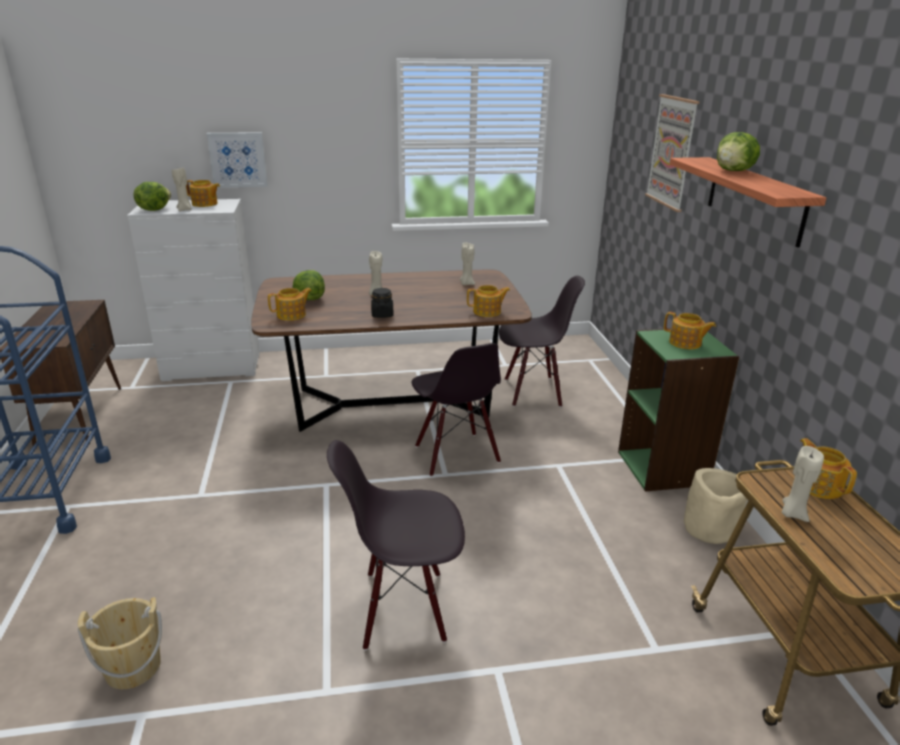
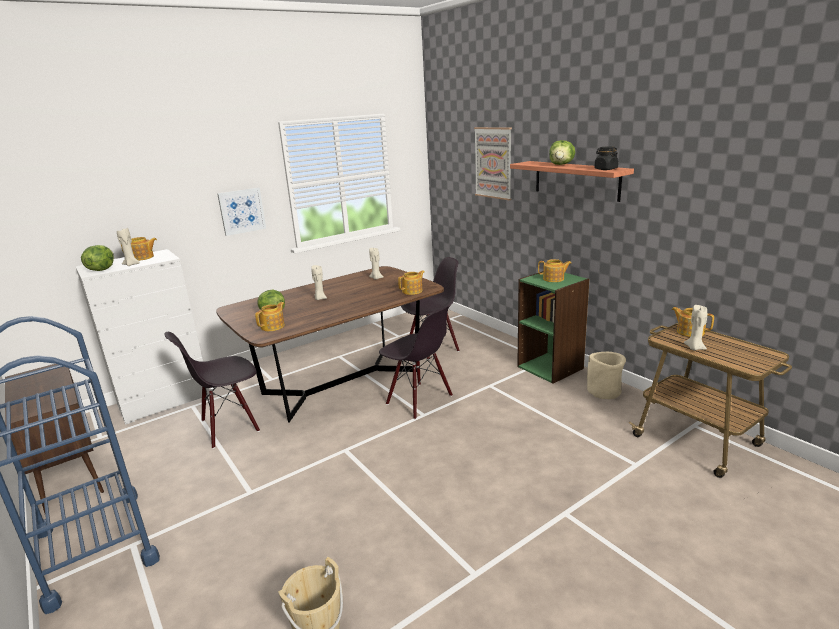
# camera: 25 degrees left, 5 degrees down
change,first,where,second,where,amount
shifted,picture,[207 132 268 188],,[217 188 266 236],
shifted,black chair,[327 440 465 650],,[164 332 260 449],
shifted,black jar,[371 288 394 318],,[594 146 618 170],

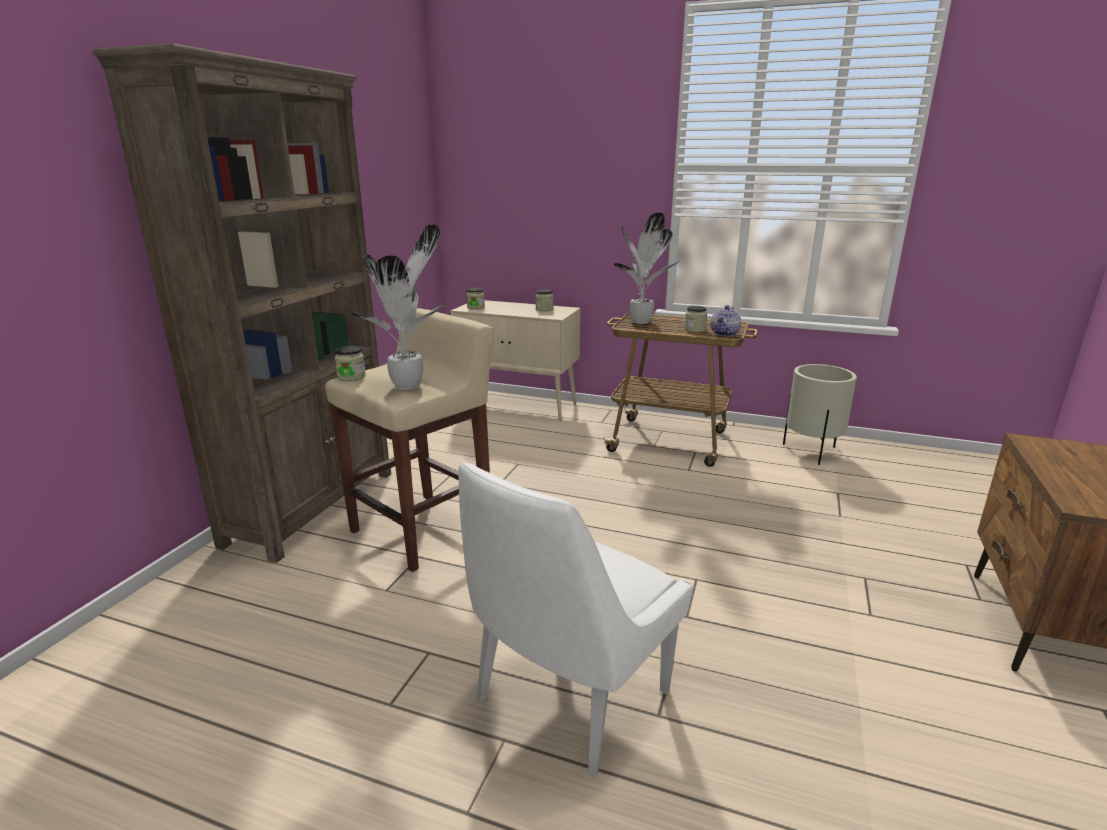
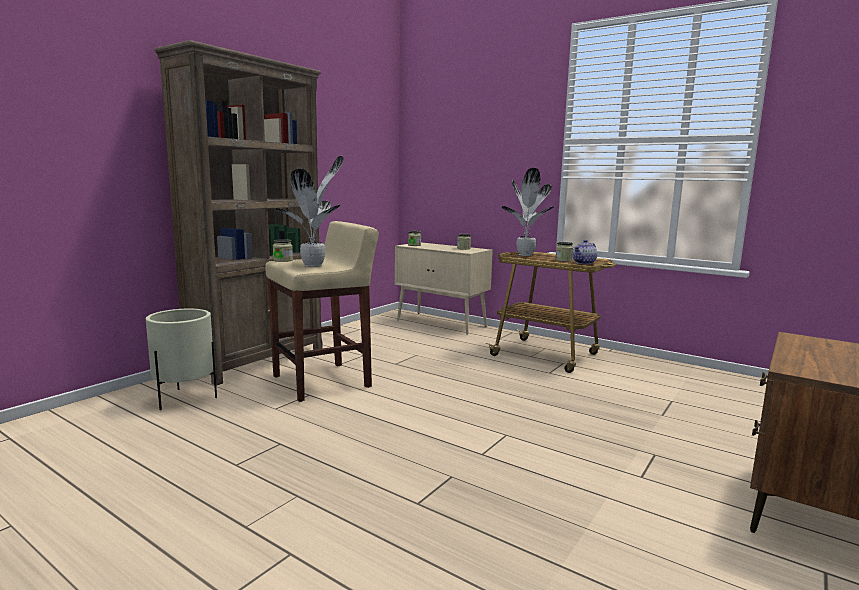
# camera: 15 degrees right, 10 degrees down
change,first,where,second,where,amount
gone,white chair,[458 461 693 778],,,
shifted,beige planter,[783 364 857 465],,[146 309 217 410],

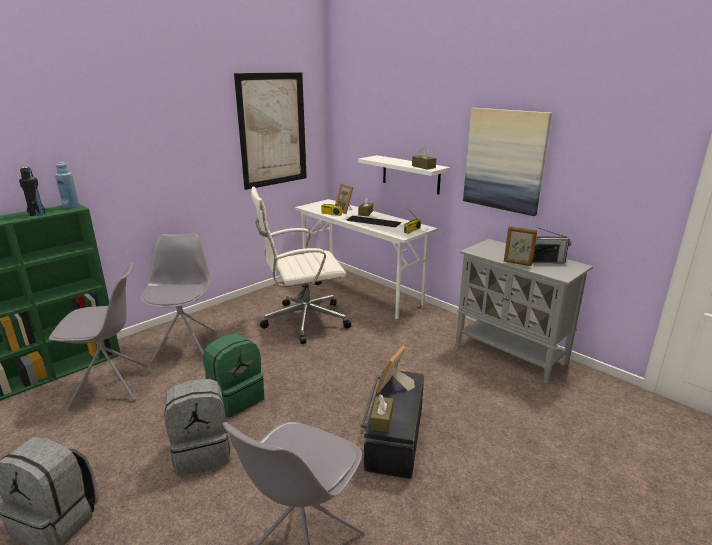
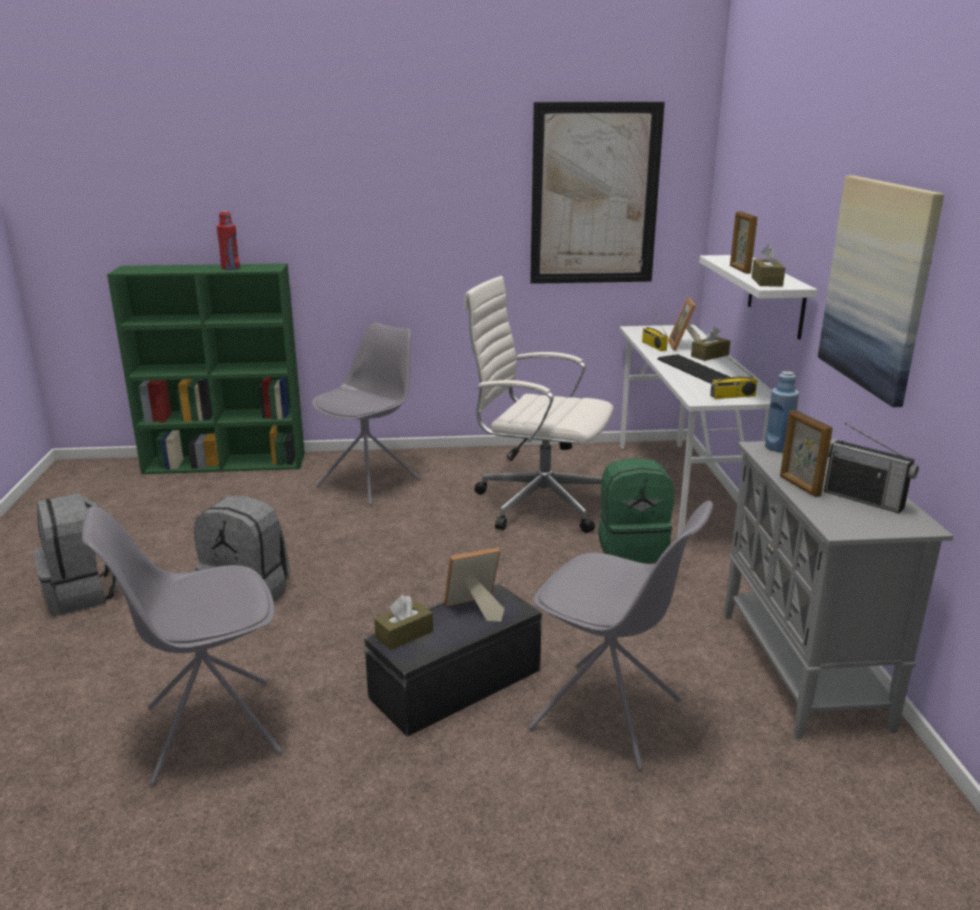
# camera: 40 degrees right, 0 degrees up
change,first,where,second,where,amount
repainted,black bottle,[19 167 45 216],red bottle,[217 211 240 270],
shifted,grey chair,[49 263 148 408],,[528 501 713 770],
shifted,blue bottle,[55 162 79 209],,[765 371 799 452],
shifted,green backpack,[203 333 264 417],,[598 458 674 563],
new,,,picture frame,[730 211 757 274],

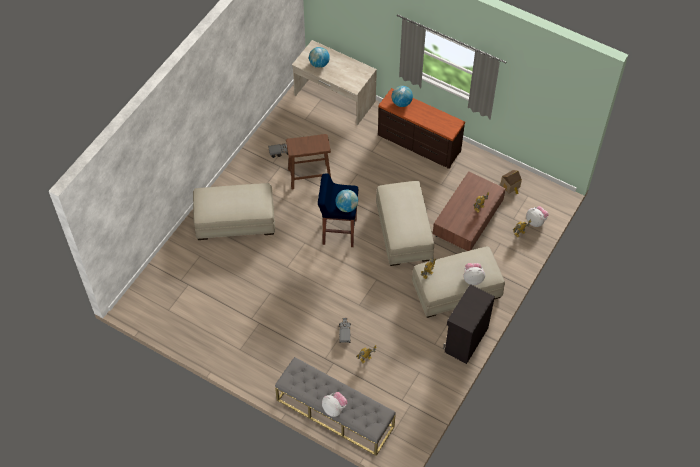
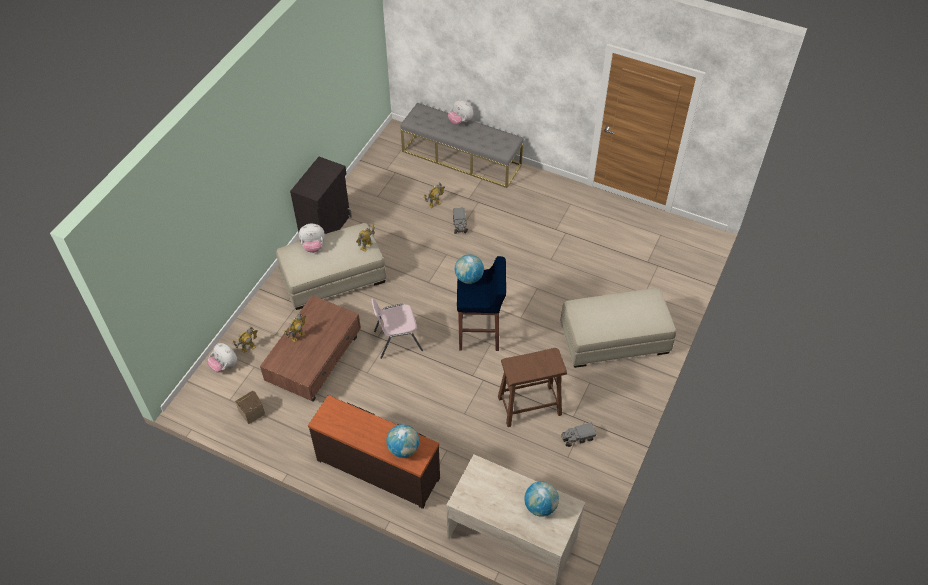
# camera: 175 degrees right, 5 degrees down
change,first,where,second,where,amount
swapped,beige ottoman,[376 181 434 266],pink chair,[371 299 423 359],

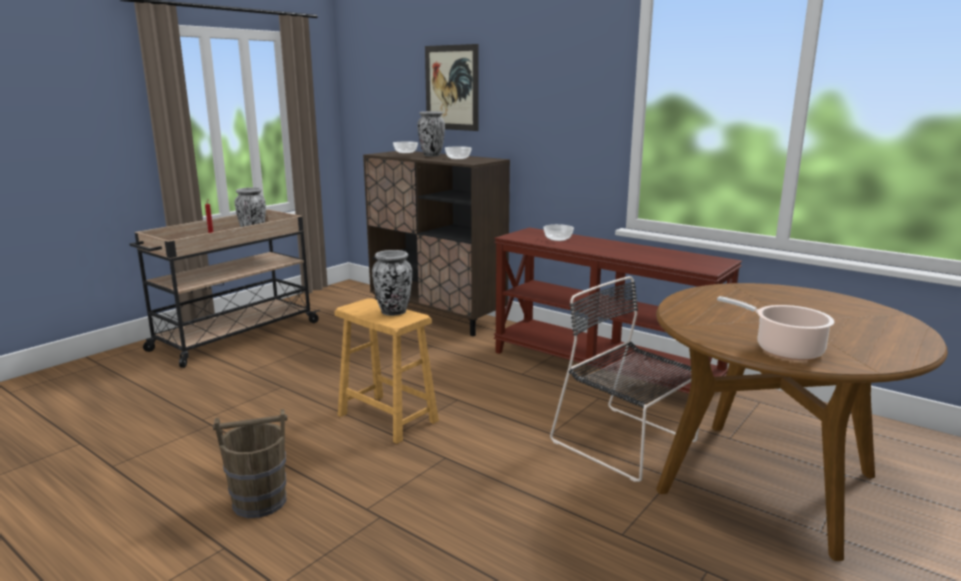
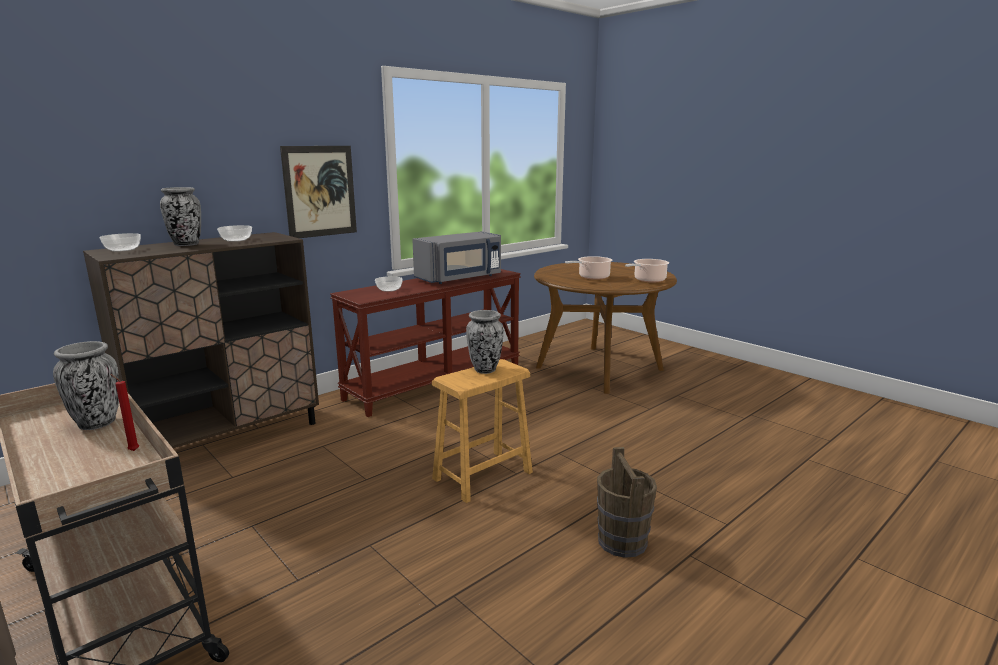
# camera: 80 degrees left, 0 degrees up
change,first,where,second,where,amount
shifted,picture,[425 44 479 131],,[280 146 357 238],
gone,black chair,[550 276 699 482],,,
new,,,grey microwave,[412 231 501 284],
new,,,cooking pot,[565 256 612 280],

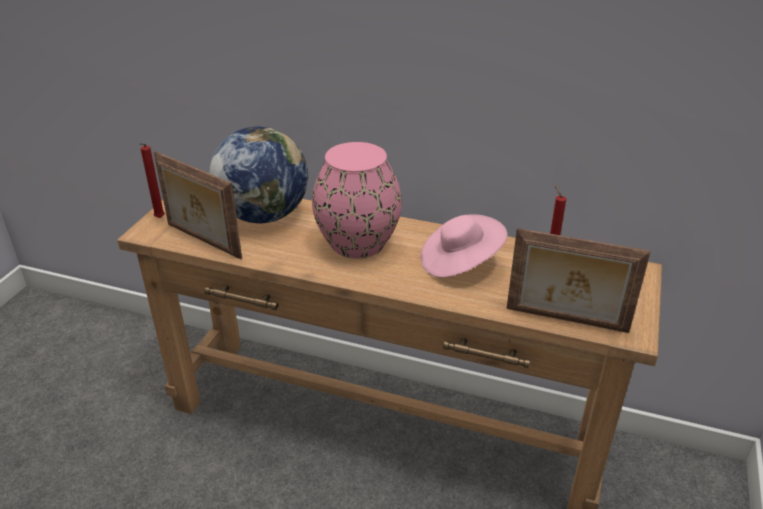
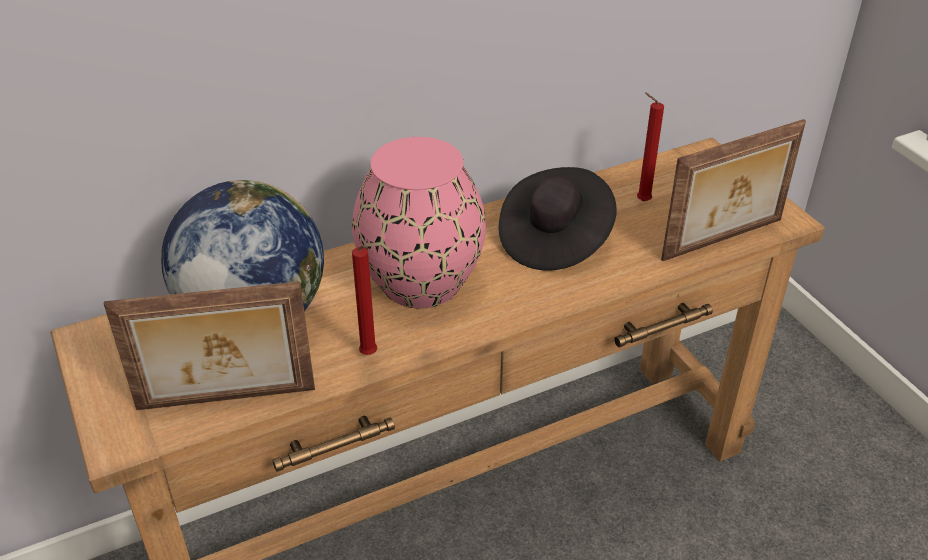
# camera: 45 degrees left, 5 degrees up
change,first,where,second,where,amount
shifted,red candle,[139 143 165 218],,[352 245 377 355],
repainted,pink hat,[421 214 507 278],black hat,[498 167 617 271],

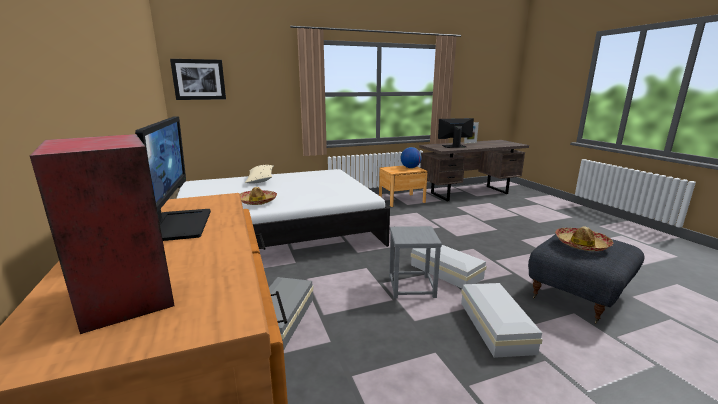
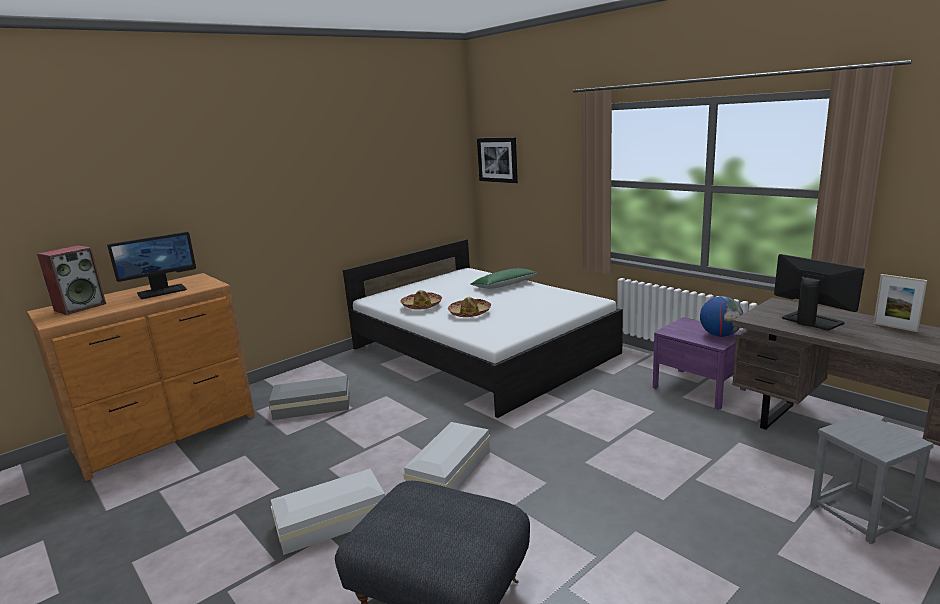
# camera: 70 degrees right, 0 degrees up
change,first,where,second,where,amount
repainted,beige pillow,[245 165 273 184],green pillow,[471 268 538 289],
repainted,brown nightstand,[379 166 428 207],purple nightstand,[653 318 746 409],
shifted,grey stool,[389 226 442 299],,[810 413 934 544],
shifted,hat,[555 226 613 251],,[448 297 491 317],

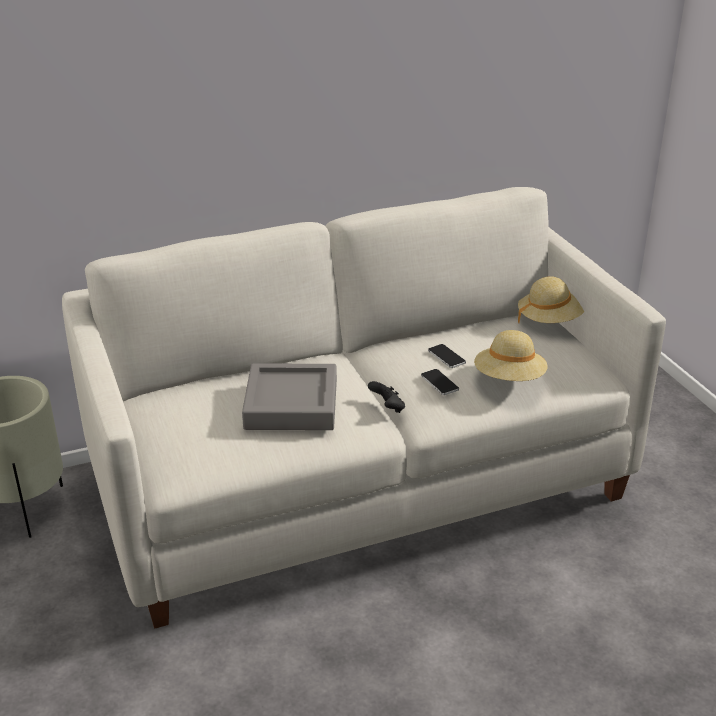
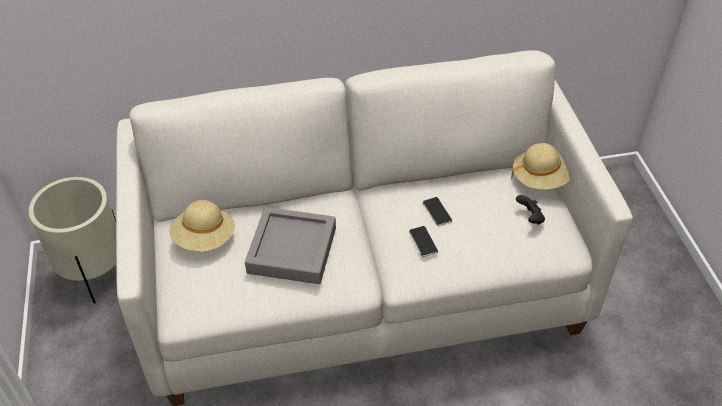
# camera: 10 degrees right, 15 degrees up
change,first,where,second,where,amount
shifted,black game controller,[368 381 405 413],,[516 195 545 225],
shifted,beige hat,[474 330 548 381],,[169 200 235 252],

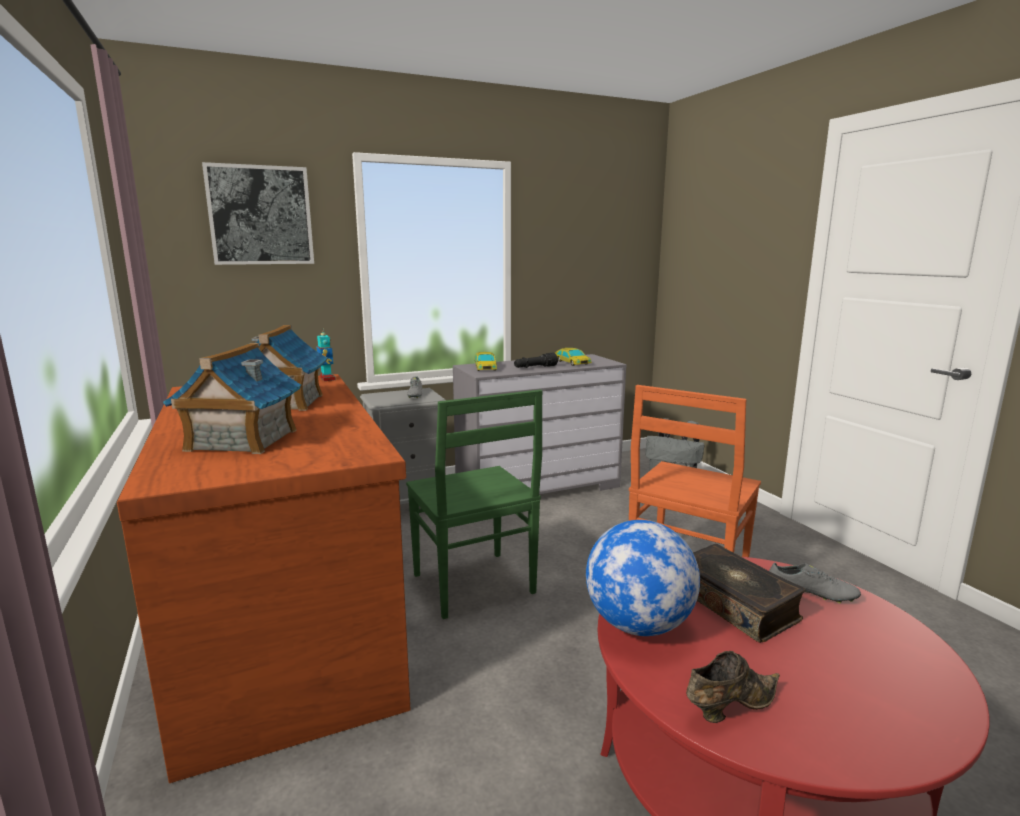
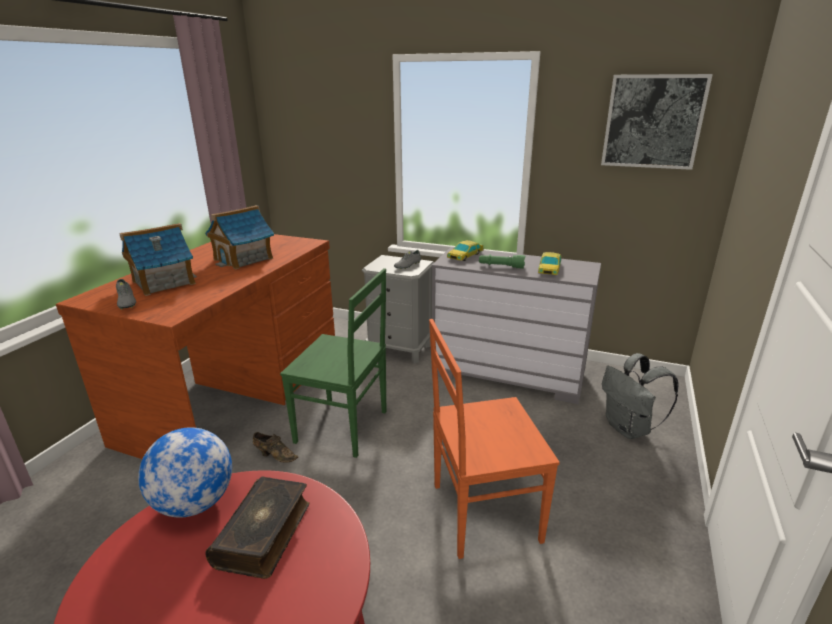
# camera: 45 degrees right, 10 degrees up
change,first,where,second,where,amount
shifted,picture,[202 162 314 265],,[601 74 713 170],
gone,toy robot,[317 327 336 381],,,
rotated,green chair,[406 390 543 619],,[280 268 386 458],90 degrees counterclockwise
repainted,black flashlight,[514 353 558 368],green flashlight,[479 254 525 269],
shifted,brown shoe,[686 651 780 723],,[253 432 298 463],
shifted,grey shoe,[769 563 861 603],,[116 279 136 310],

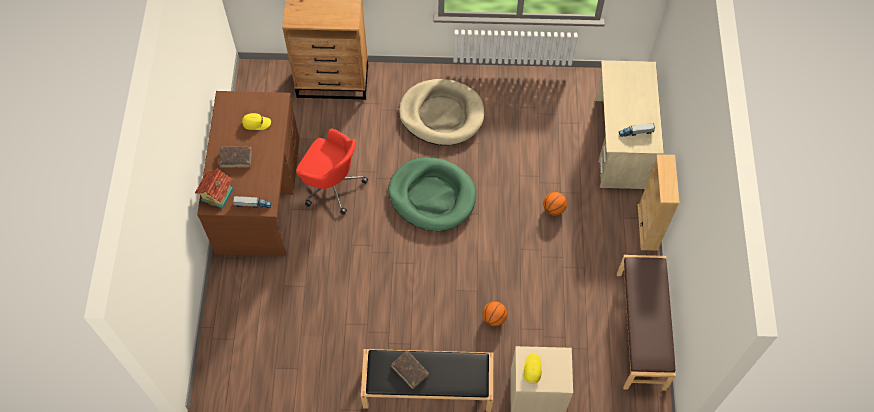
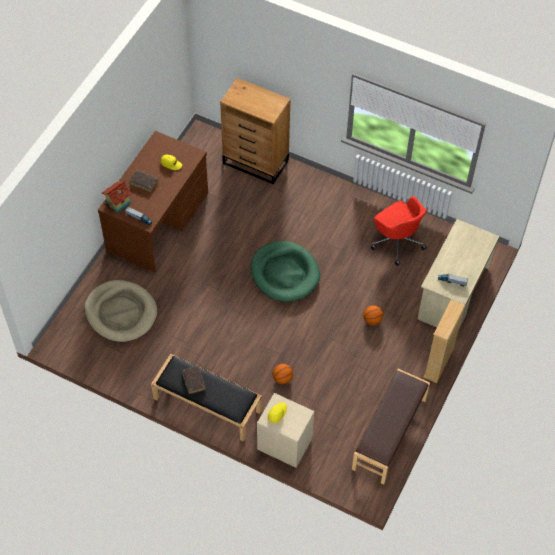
# camera: 25 degrees right, 5 degrees down
change,first,where,second,where,amount
shifted,red office chair,[296 128 368 215],,[371 196 427 266],
shifted,beige dog bed,[399 79 485 145],,[84 280 157 342],

